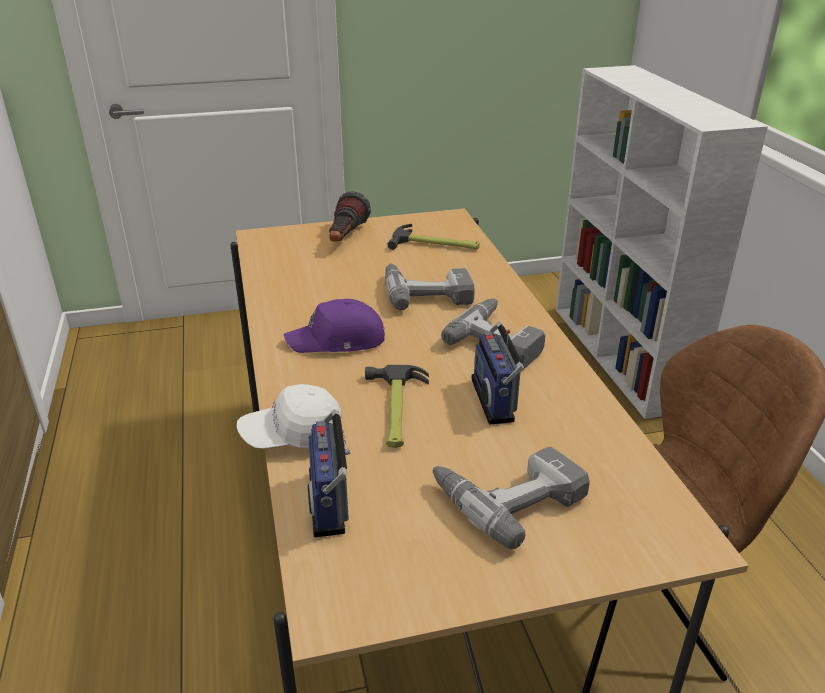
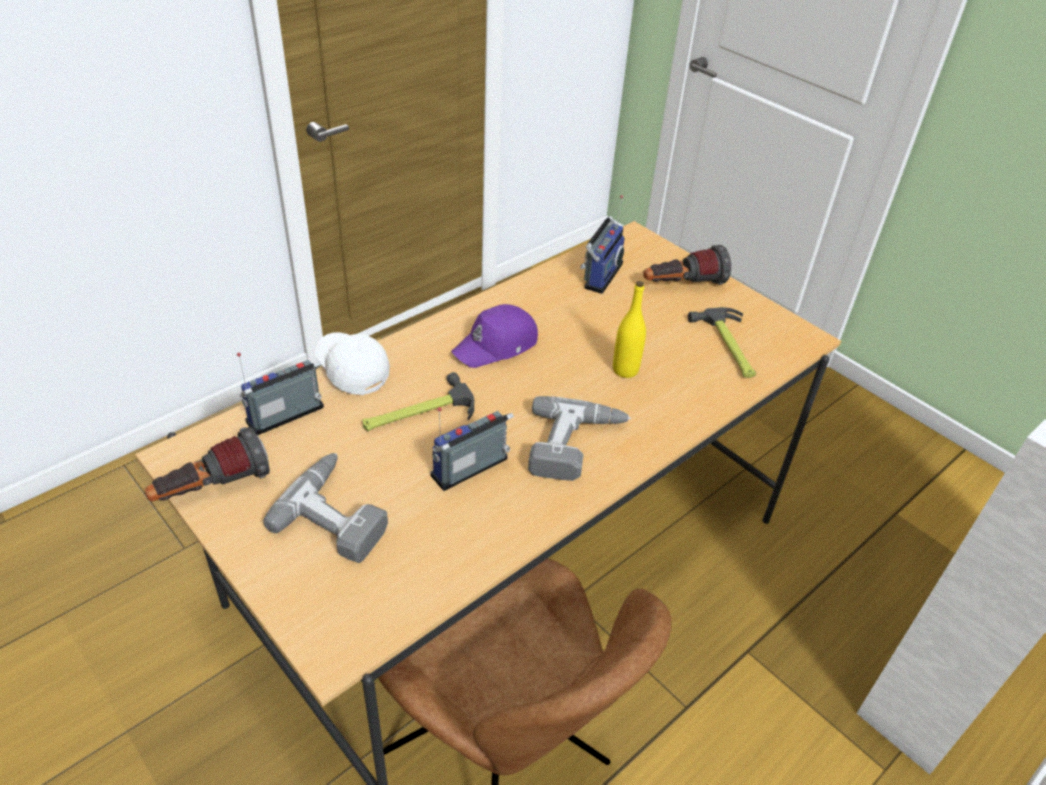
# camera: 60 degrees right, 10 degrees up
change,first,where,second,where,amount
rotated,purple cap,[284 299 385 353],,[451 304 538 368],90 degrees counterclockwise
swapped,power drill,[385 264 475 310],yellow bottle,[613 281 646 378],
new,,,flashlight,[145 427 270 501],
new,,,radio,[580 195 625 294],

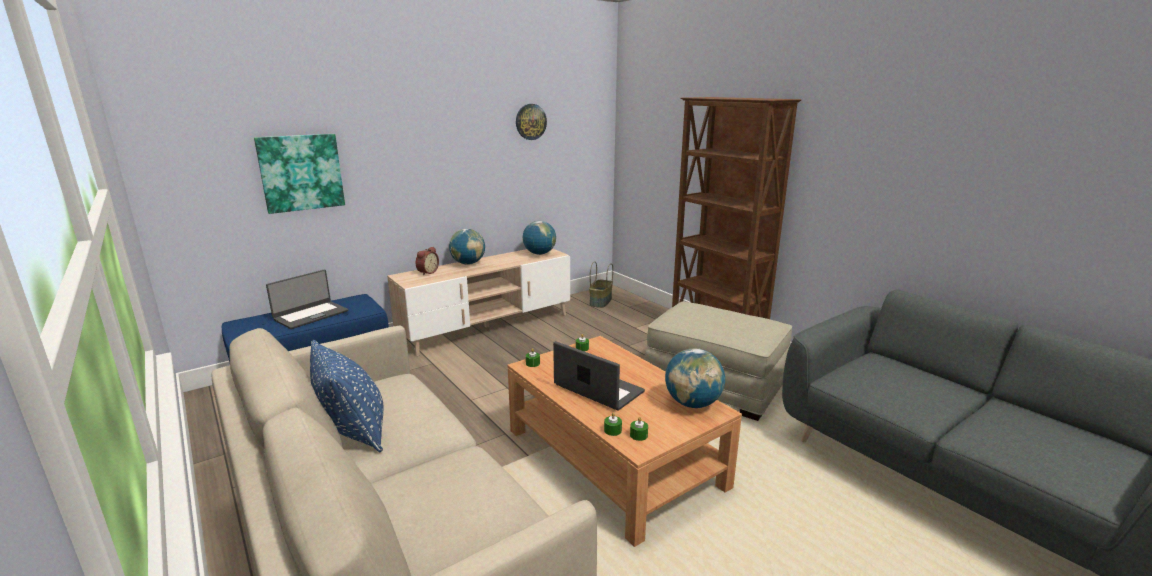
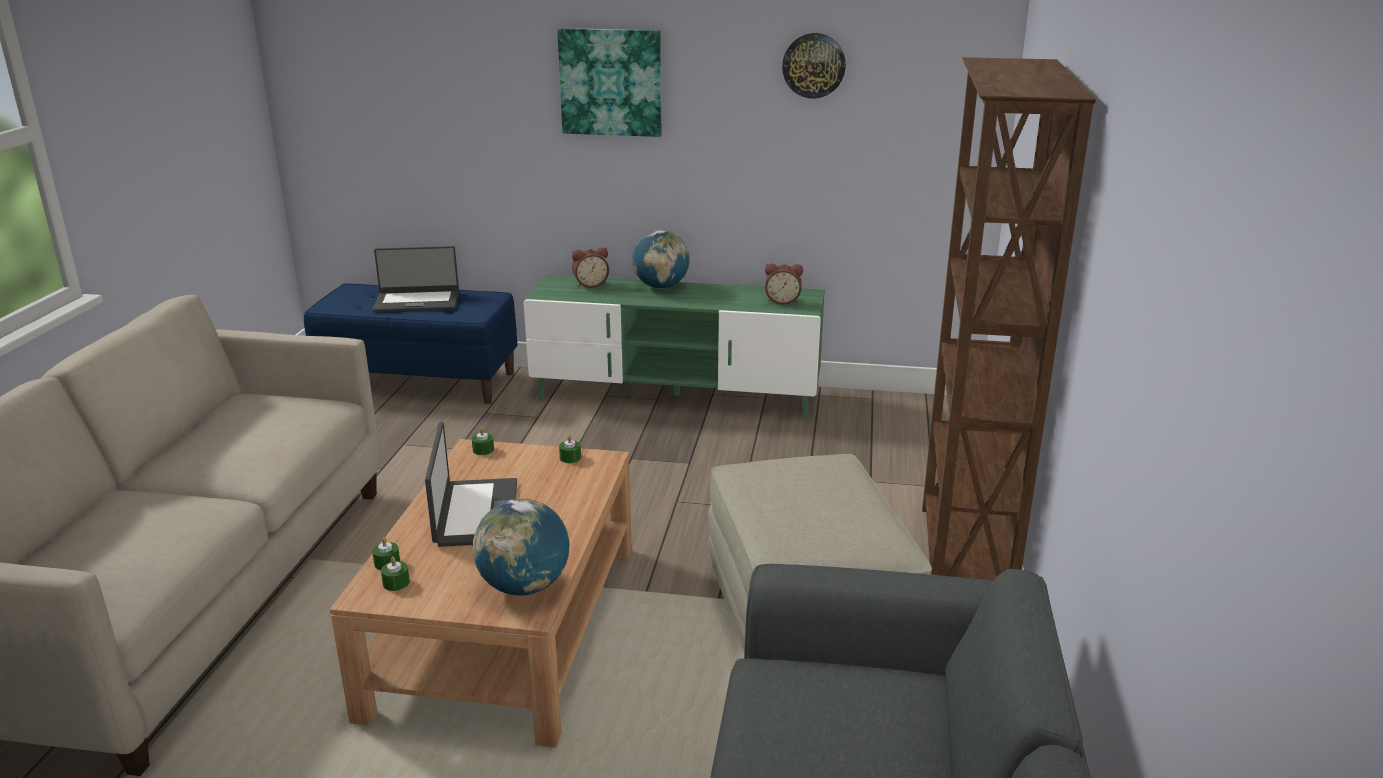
# camera: 45 degrees right, 5 degrees up
change,first,where,second,where,amount
shifted,picture,[254 134 345 214],,[557 28 662 137],
gone,blue pillow,[310 340 384 452],,,
repainted,beige tv stand,[387 248 570 356],green tv stand,[524 275 825 420],
swapped,globe,[523 221 556 255],alarm clock,[765 263 803 305],
gone,basket,[589 261 613 308],,,

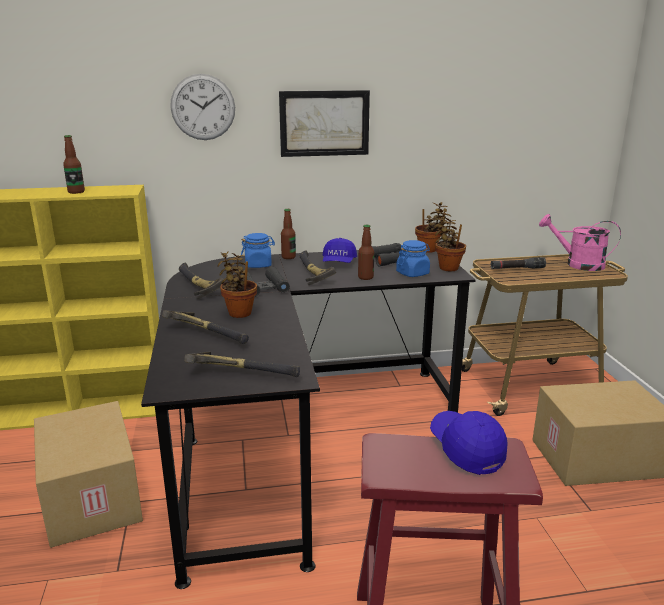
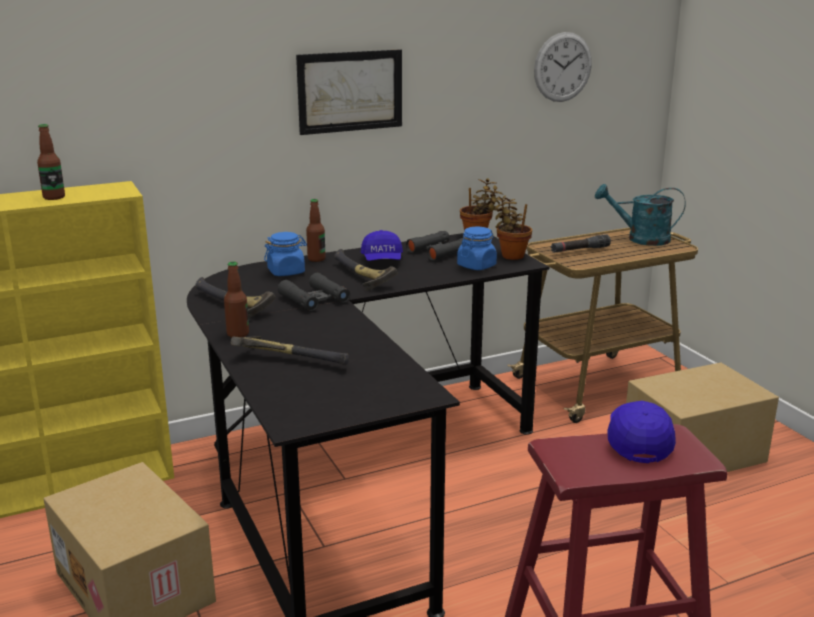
# camera: 15 degrees left, 0 degrees up
change,first,where,second,where,amount
shifted,wall clock,[170 74 235 140],,[534 32 592 102],
gone,hammer,[184 352 300 377],,,
gone,potted plant,[217 252 257 318],,,
shifted,bottle,[358 225 374 280],,[224 261 249 338],
rotated,blue cap,[430 411 507 475],,[607 401 676 463],45 degrees clockwise
repainted,pink watering can,[539 214 621 271],turquoise watering can,[595 184 686 246],

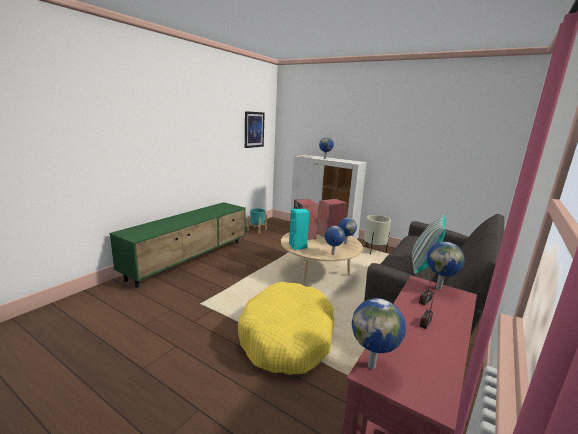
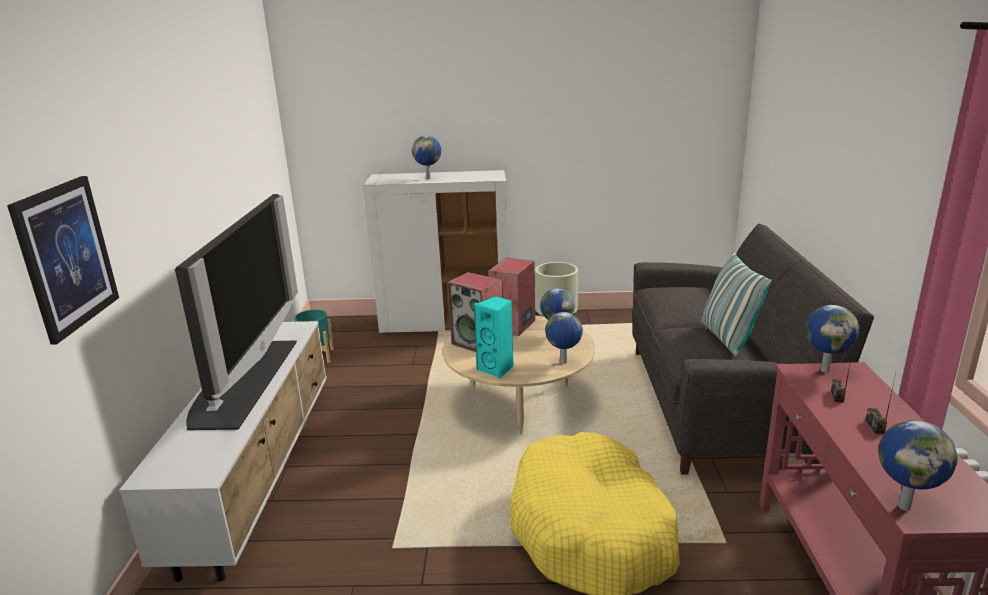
# camera: 30 degrees left, 5 degrees up
change,first,where,second,where,amount
repainted,green tv stand,[109 202 246 288],white tv stand,[119 321 327 582],
shifted,picture,[245 111 265 148],,[7 176 119 345],
new,,,television,[175 194 298 430],

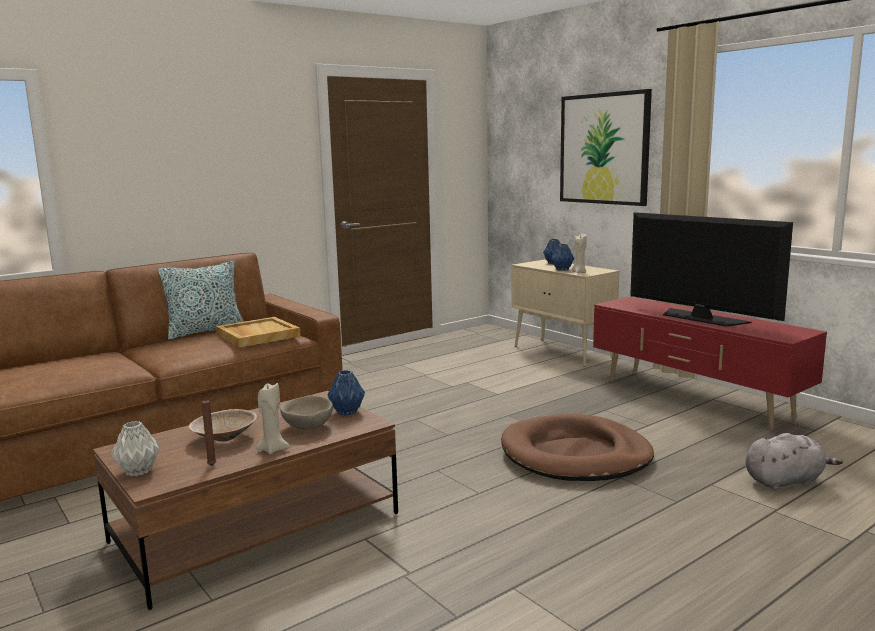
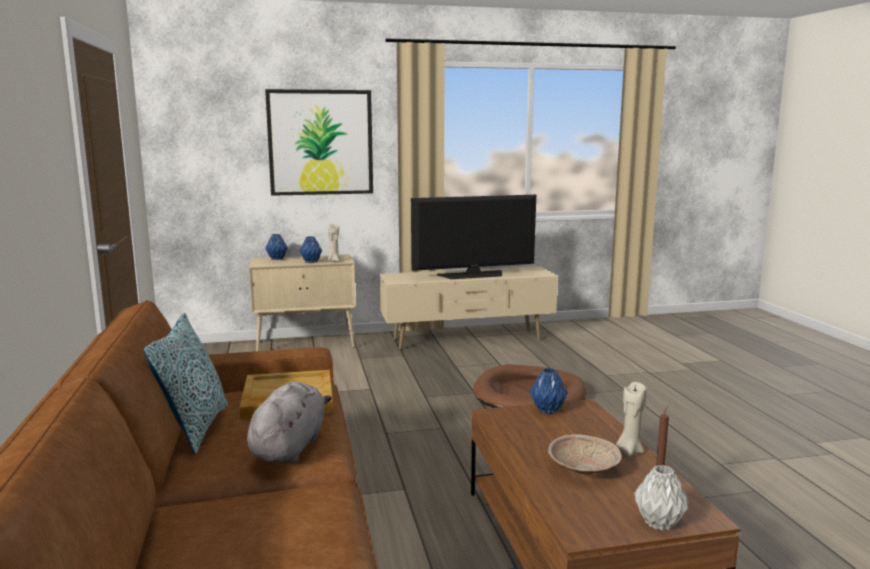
# camera: 65 degrees left, 0 degrees up
change,first,where,second,where,amount
gone,beige bowl,[280 396 333 430],,,
repainted,red tv stand,[593 296 827 429],beige tv stand,[379 266 558 350],
shifted,grey plush toy,[745 433 843 491],,[247 382 332 463],

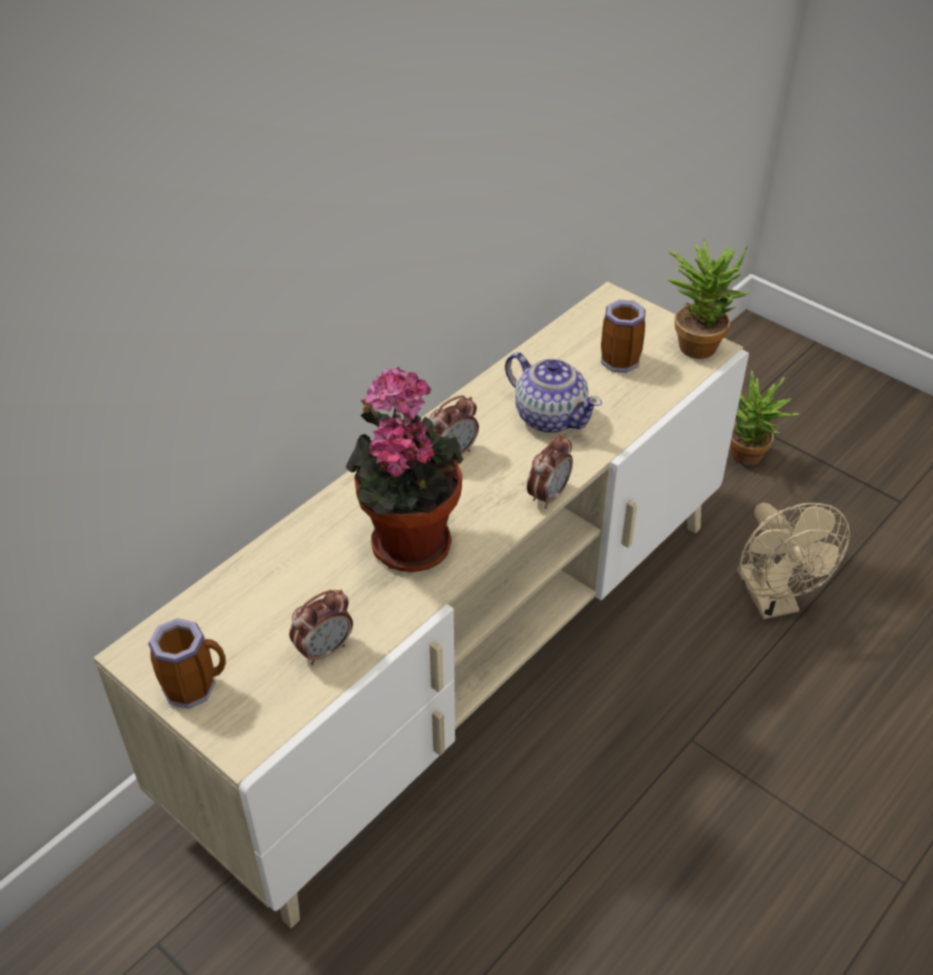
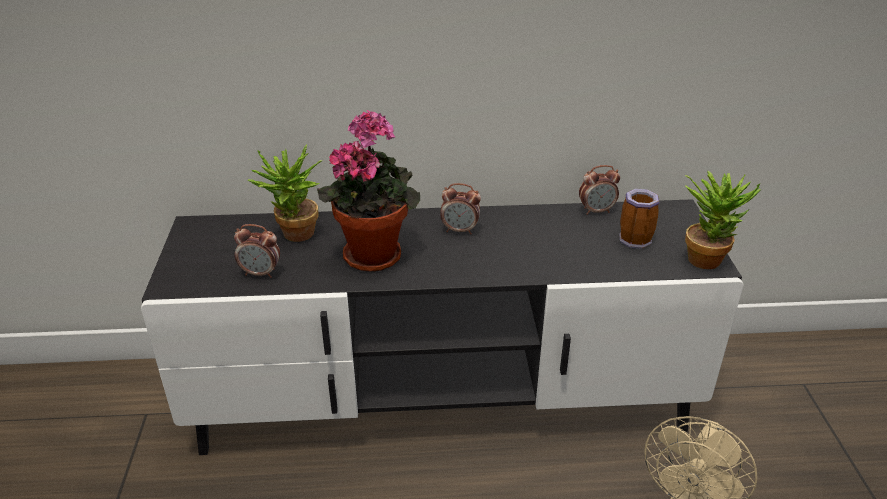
# camera: 45 degrees right, 10 degrees down
change,first,where,second,where,amount
repainted,beige tv stand,[94 282 749 928],black tv stand,[141 199 743 455],
gone,mug,[148 618 226 709],,,
gone,teapot,[505 352 602 433],,,
shifted,alarm clock,[527 434 573 509],,[579 165 620 215],
shifted,potted plant,[730 371 800 466],,[247 144 323 242],

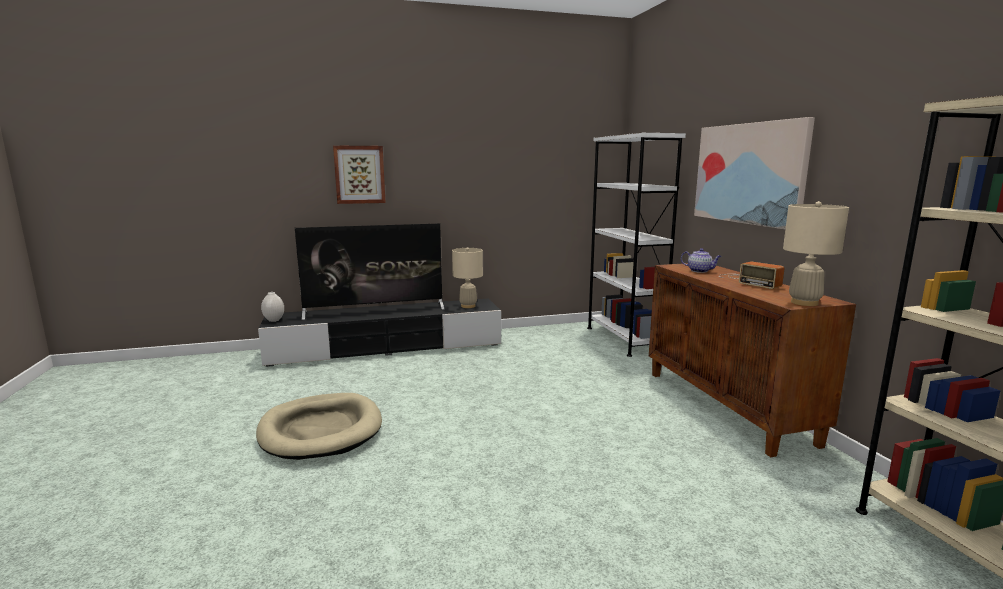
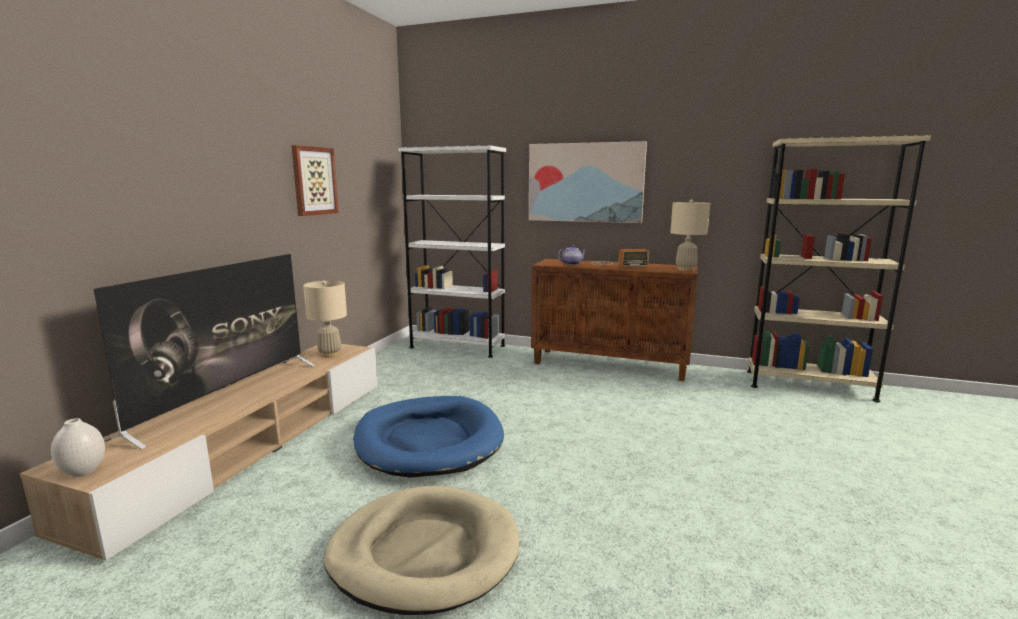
# camera: 55 degrees left, 0 degrees up
change,first,where,second,where,amount
repainted,black tv stand,[258 298 501 367],beige tv stand,[20 344 378 561],
shifted,picture,[333 145 386 204],,[291 145 339 216],
new,,,blue dog bed,[353 396 504 478],

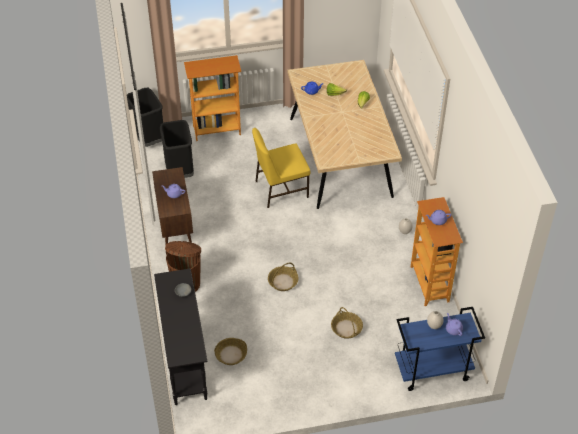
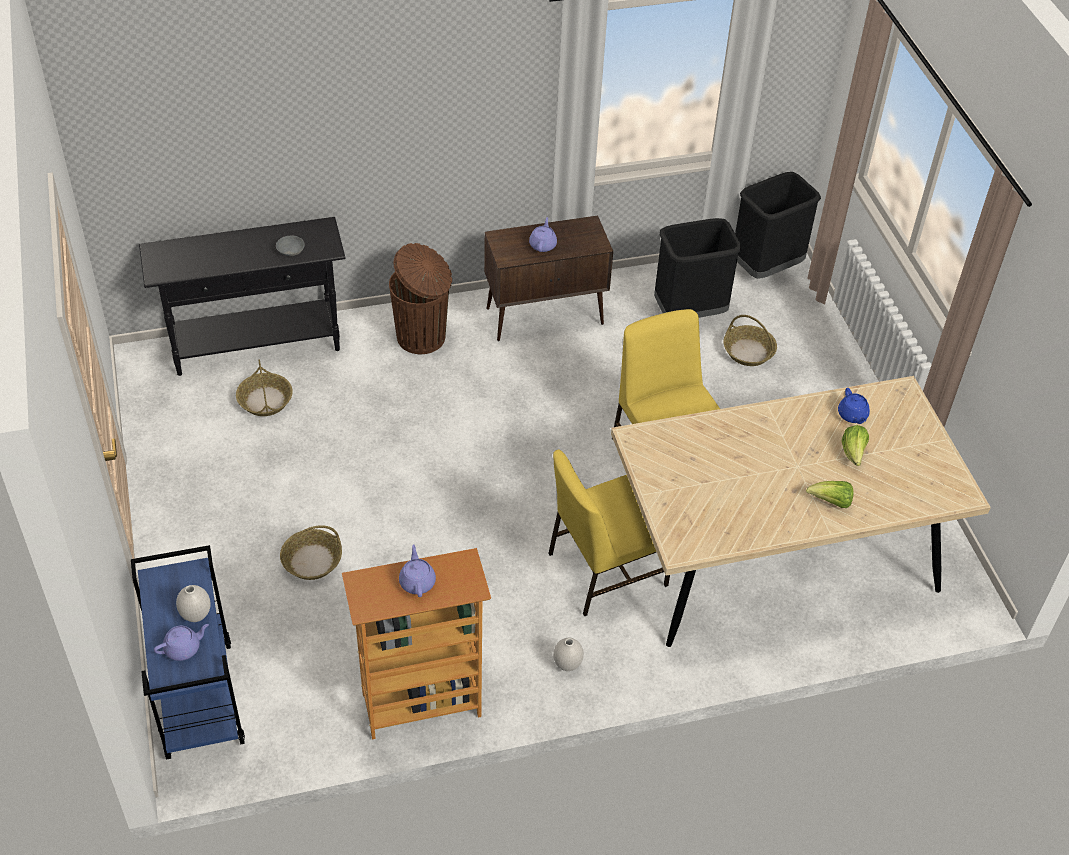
# camera: 85 degrees right, 0 degrees up
change,first,where,second,where,amount
gone,bookcase,[184 55 241 141],,,
shifted,basket,[268 263 299 291],,[723 315 777 366],
new,,,yellow chair,[548 450 670 616],

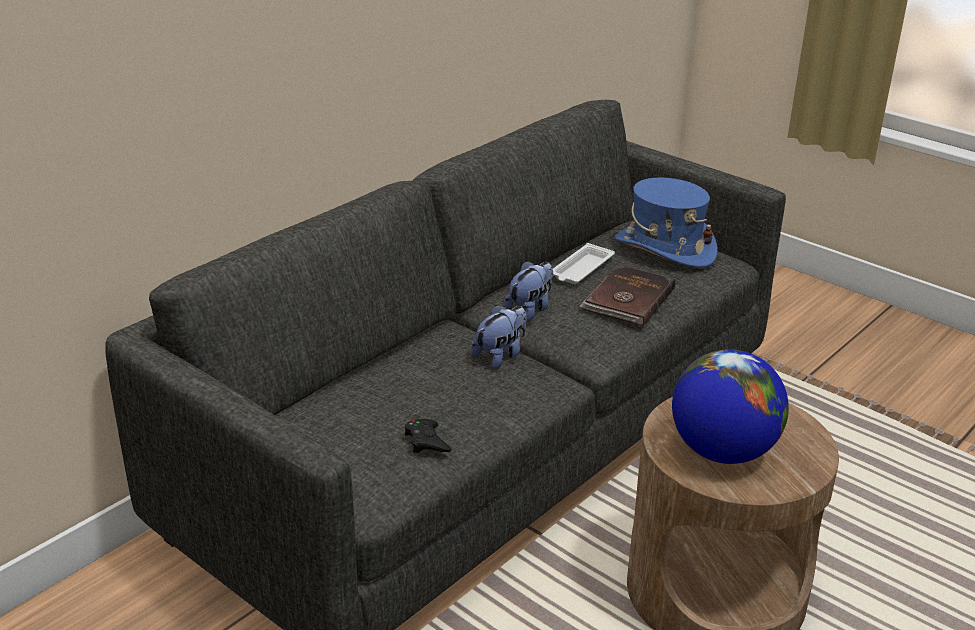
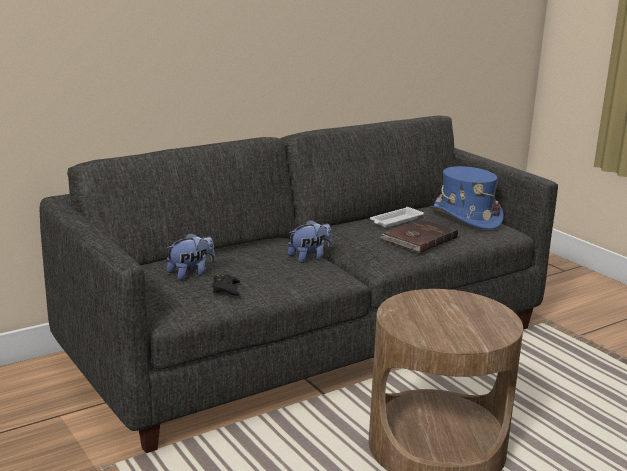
# camera: 15 degrees right, 10 degrees down
change,first,where,second,where,amount
shifted,plush toy,[503 261 553 322],,[166 233 215 280],
gone,globe,[672 349 789 464],,,

